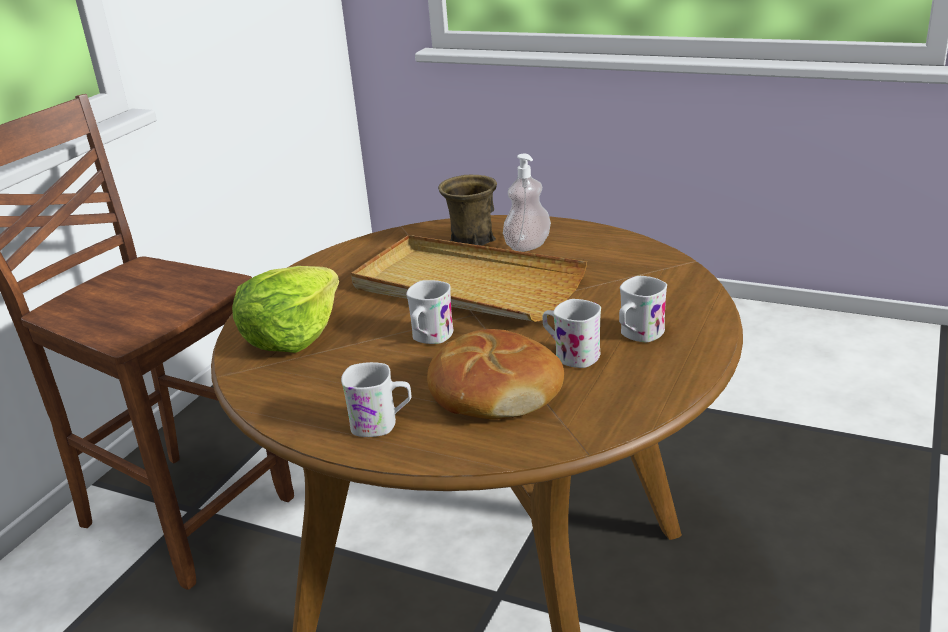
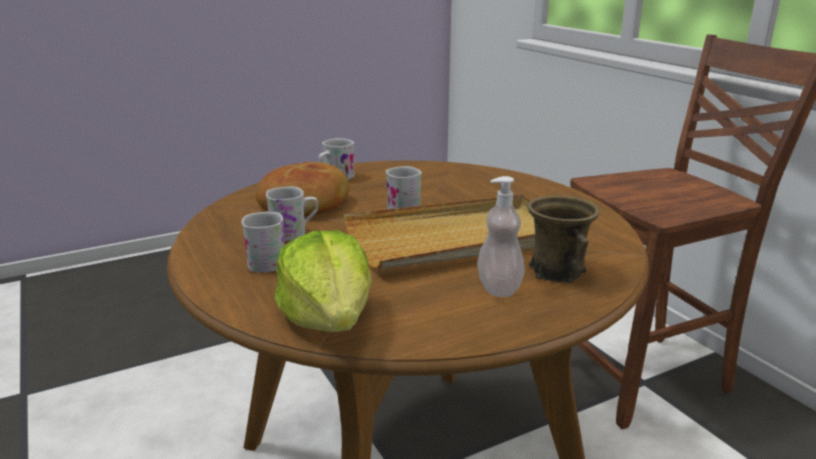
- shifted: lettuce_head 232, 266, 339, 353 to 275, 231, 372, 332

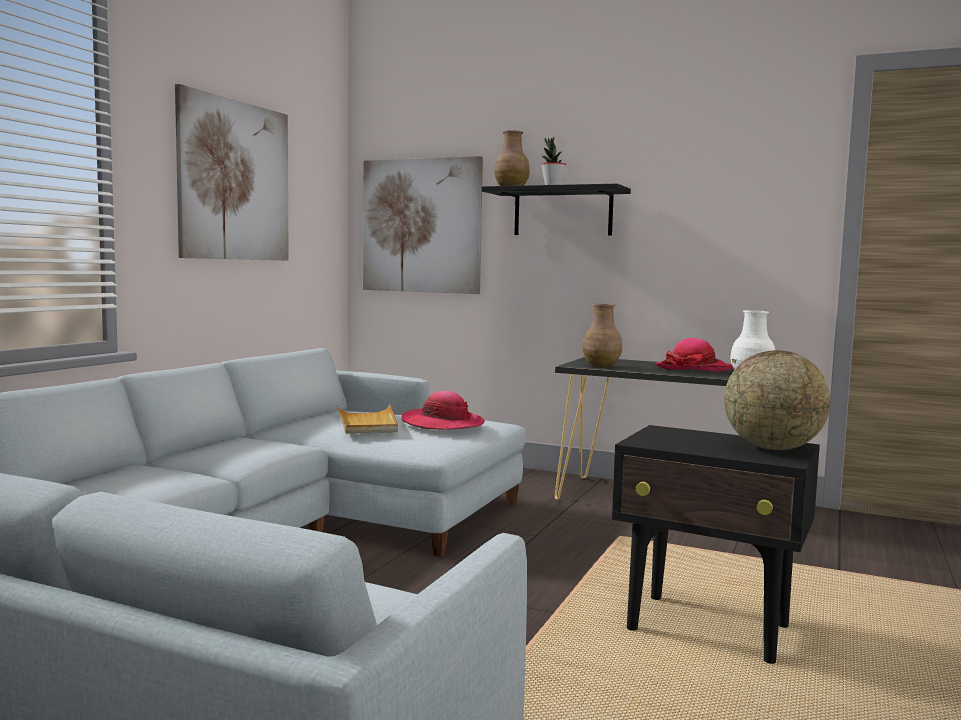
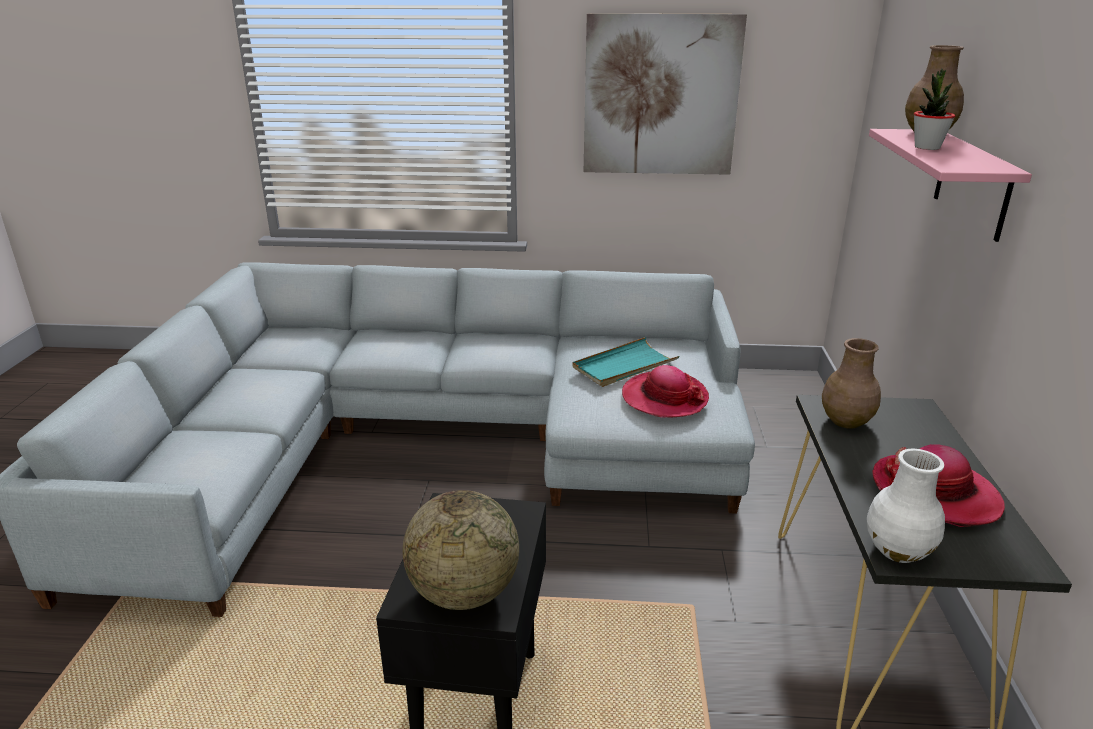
- gone: picture 363, 156, 483, 294
- repainted: black_bracket_shelf 482, 184, 631, 236 to pink-coloured_bracket_shelf 869, 129, 1032, 242
- repainted: beige_serving_tray 336, 404, 398, 434 to blue-green_serving_tray 572, 337, 680, 387

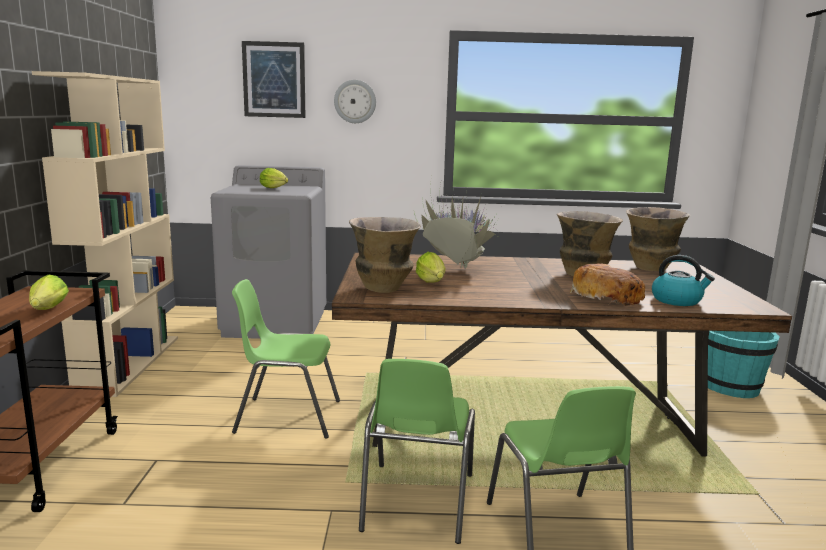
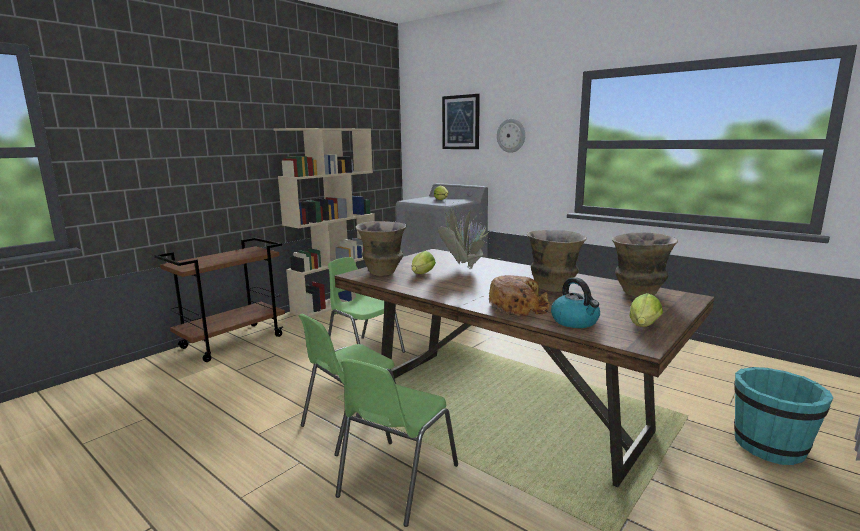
- shifted: lettuce_head 29, 275, 69, 310 to 629, 293, 663, 327

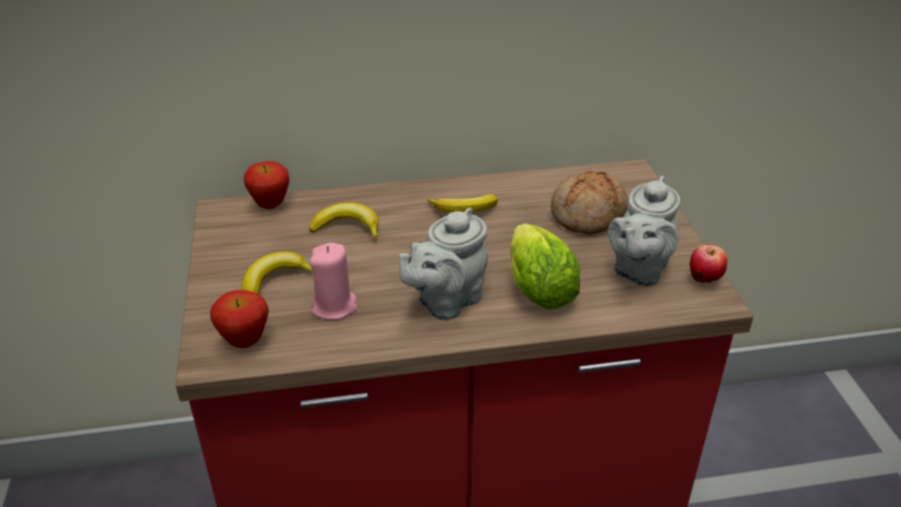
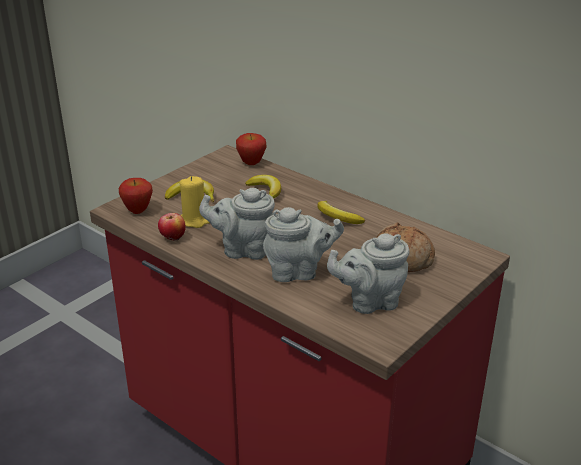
- swapped: lettuce_head 510, 224, 580, 309 to gray_teapot 263, 207, 344, 282
- repainted: pink-coloured_wax_candle 310, 243, 357, 320 to yellowish_wax_candle 179, 176, 210, 228
- shifted: apple 690, 244, 727, 283 to 158, 213, 186, 241

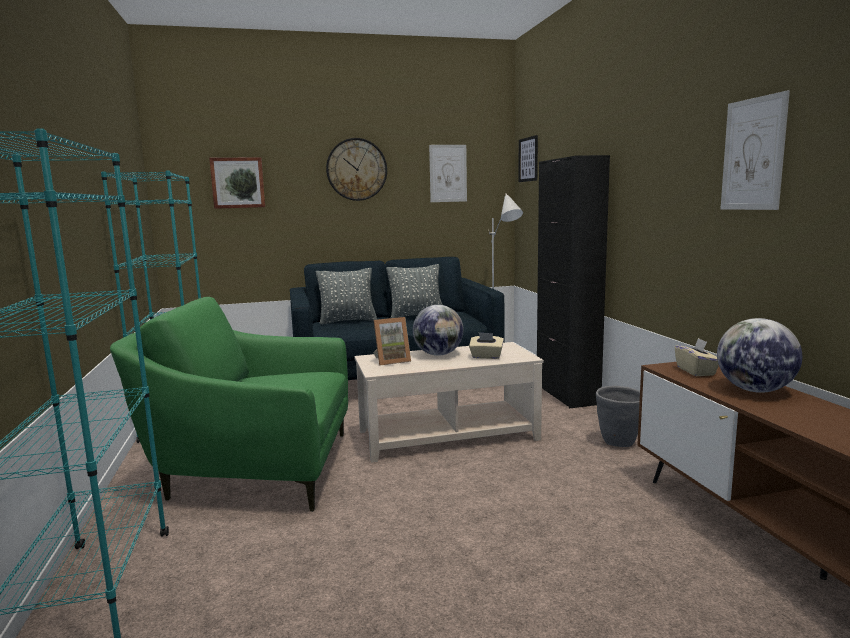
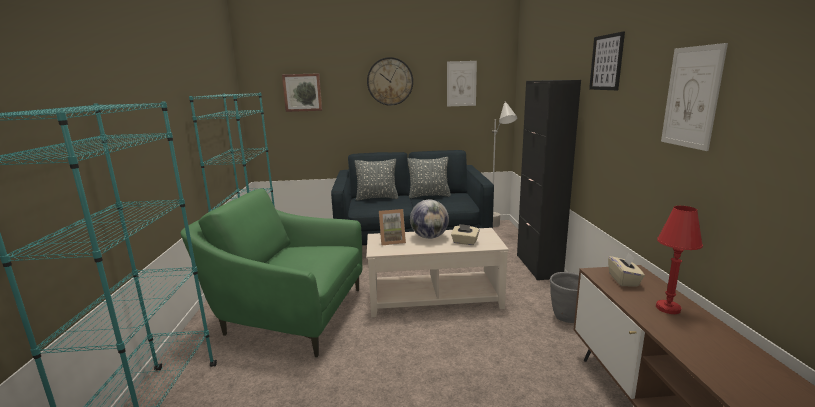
- shifted: picture 518, 135, 538, 182 to 589, 31, 625, 90
- swapped: globe 717, 318, 802, 393 to red_lamp_for_a_table 656, 206, 703, 314

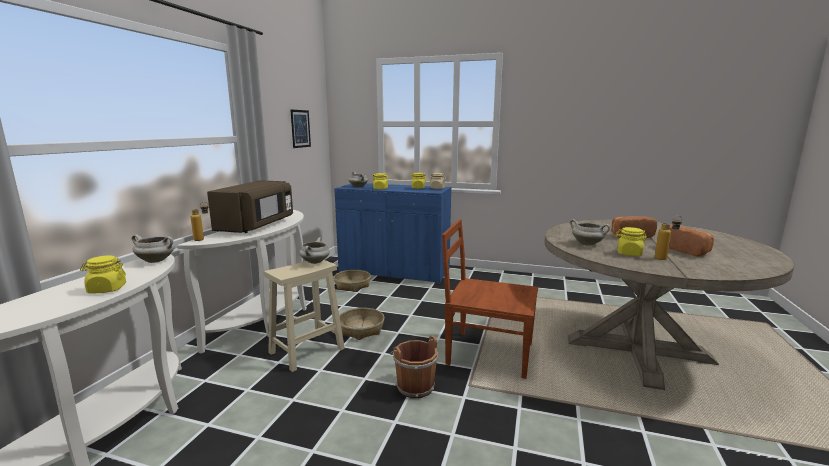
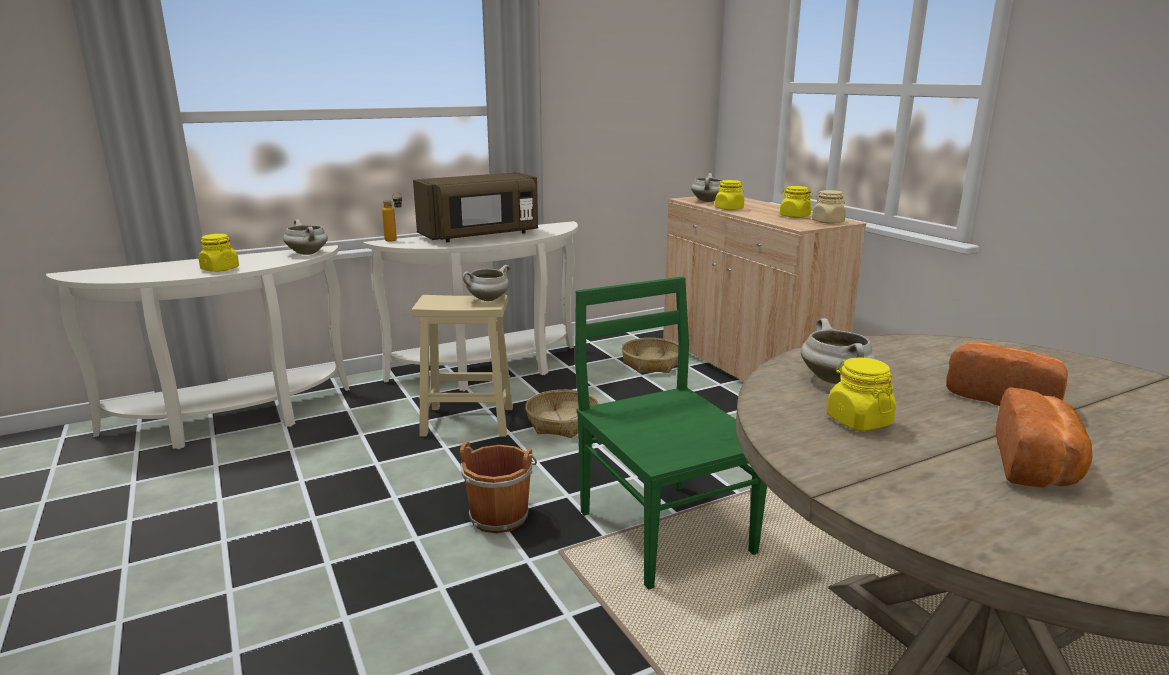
- gone: picture 290, 110, 311, 148
- repainted: blue_storage_cabinet 334, 183, 451, 284 to beige_storage_cabinet 663, 196, 866, 381
- gone: beverage_bottle 655, 216, 682, 260
- repainted: brownish_chair 442, 219, 538, 379 to green_chair 575, 277, 767, 590

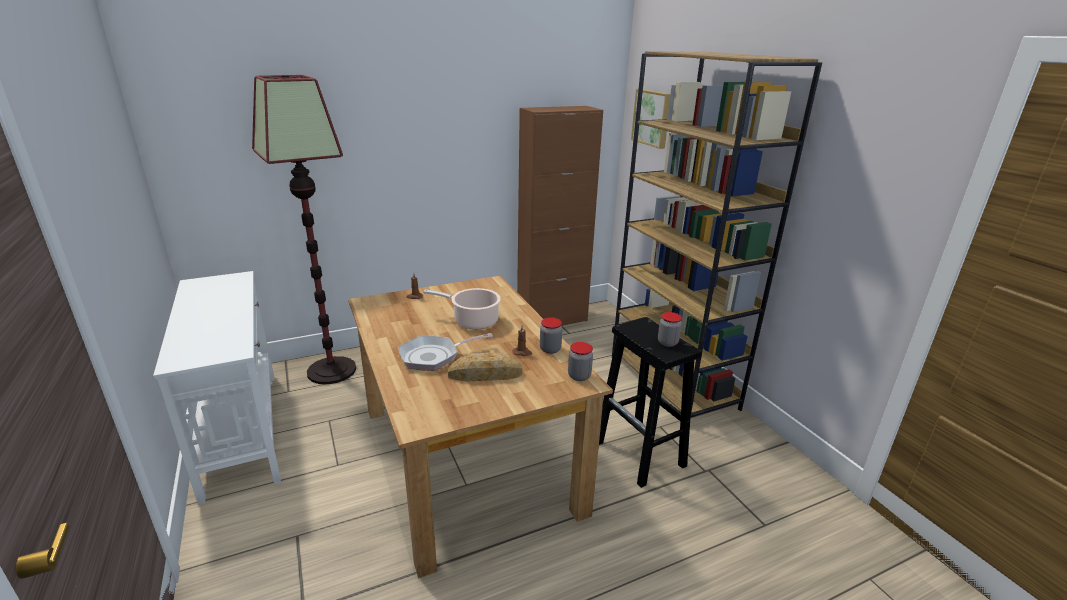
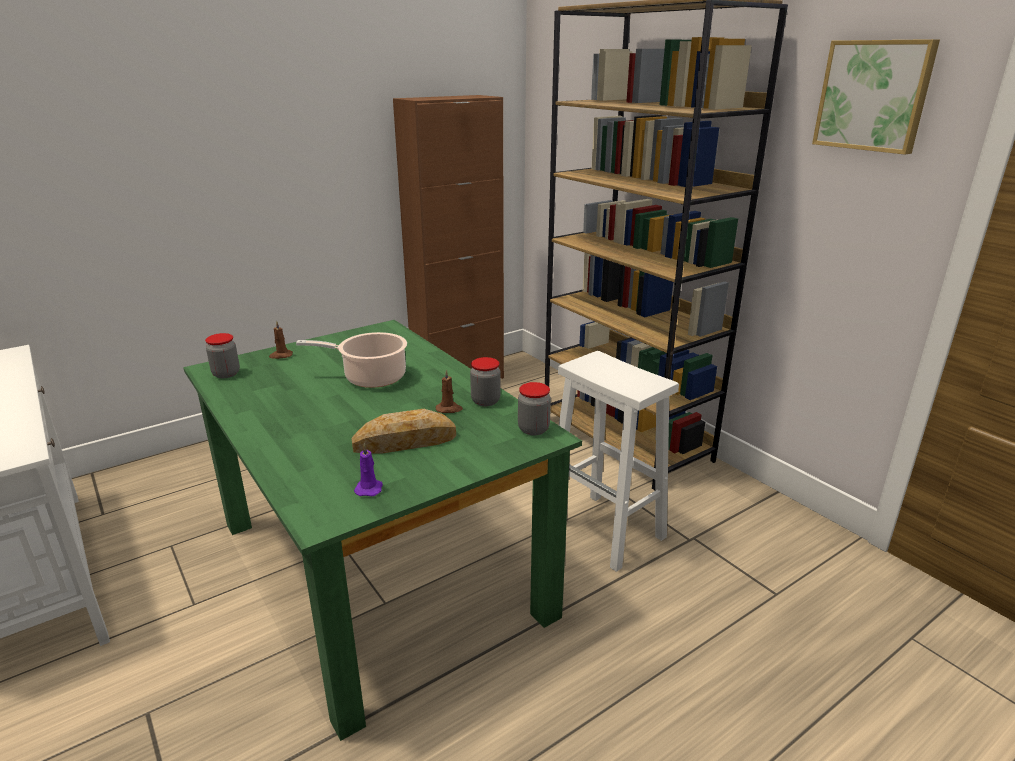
- gone: floor_lamp 252, 75, 356, 384
- shifted: picture 631, 89, 670, 149 to 812, 39, 940, 155
- repainted: brownish_kitchen_table 348, 275, 613, 578 to green_kitchen_table 183, 320, 582, 741
- shifted: jar 658, 312, 682, 347 to 205, 333, 240, 378
- repainted: black_sitting_stool 599, 317, 702, 488 to white_sitting_stool 558, 351, 679, 572
- gone: pan 398, 333, 493, 371
- new: purple_wax_candle 354, 443, 383, 496

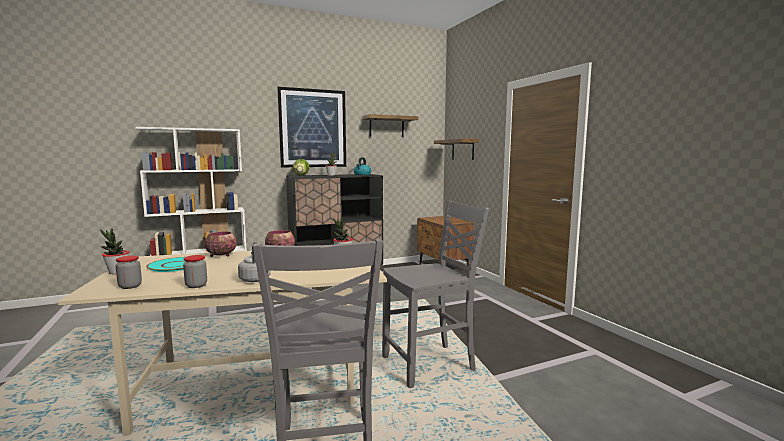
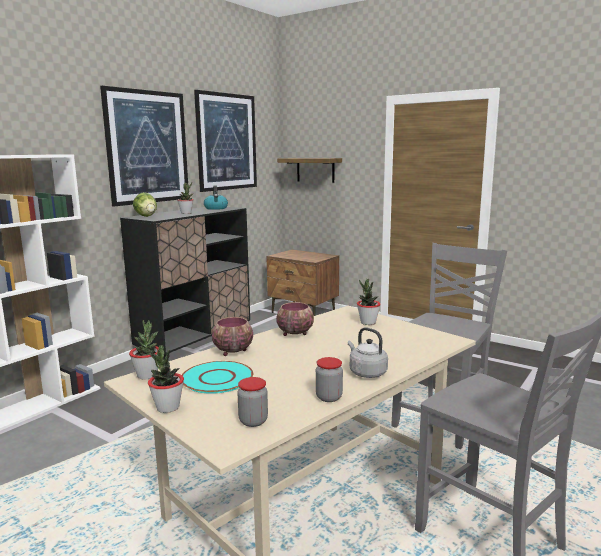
- swapped: bracket_shelf 362, 114, 418, 137 to picture 194, 90, 257, 192
- new: houseplant 129, 320, 159, 380

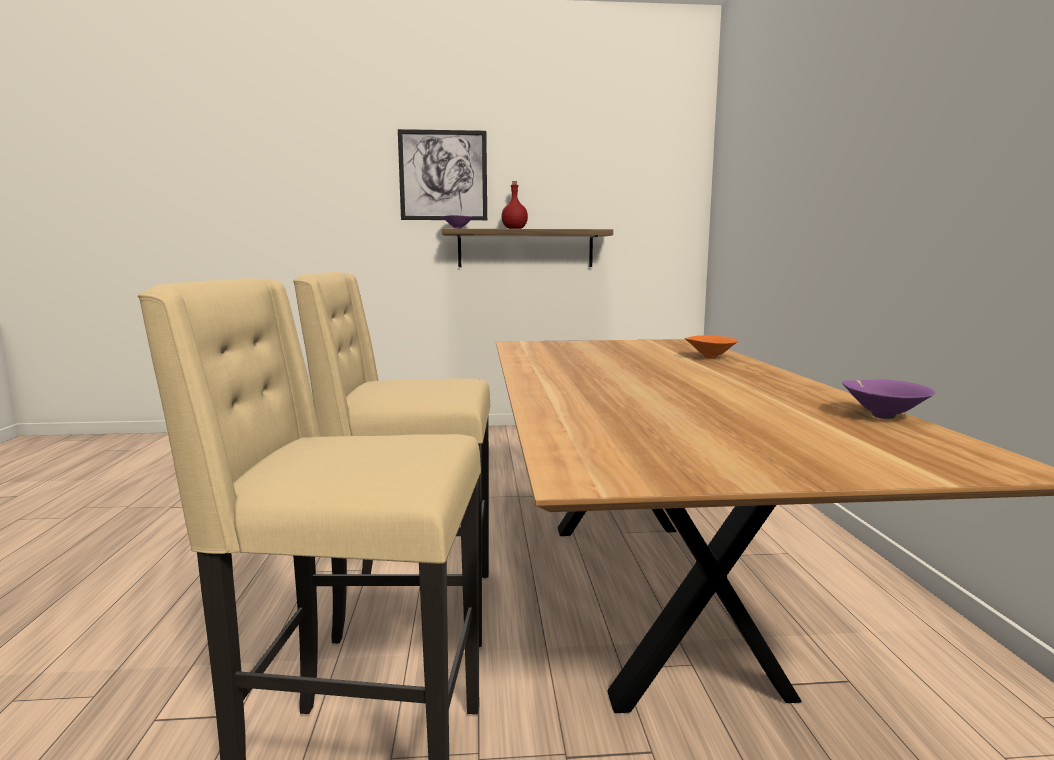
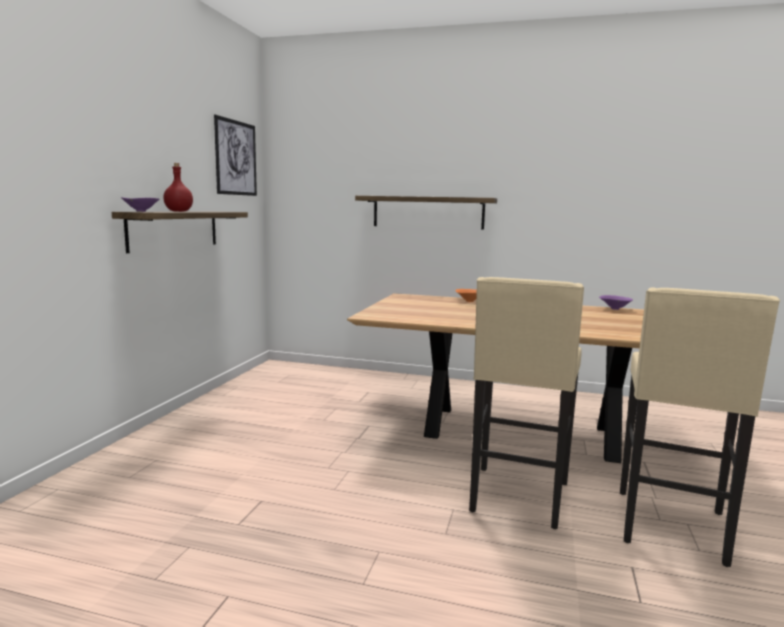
- shifted: picture 398, 129, 487, 220 to 214, 115, 257, 196
- new: bracket_shelf 355, 196, 497, 230

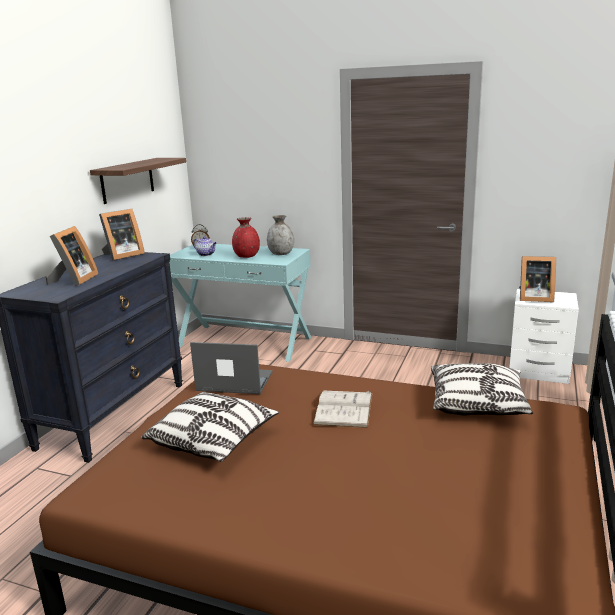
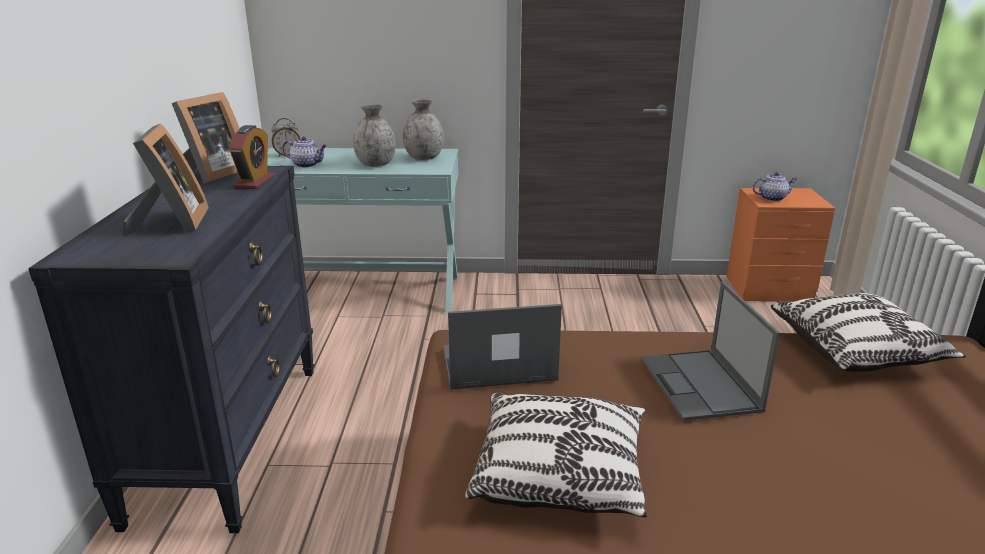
- gone: bracket_shelf 90, 158, 186, 204
- repainted: red_flower_vase 232, 217, 260, 258 to gray_flower_vase 353, 104, 396, 167
- swapped: photo_frame 519, 256, 556, 302 to teapot 752, 172, 798, 201
- repainted: white_night_table 509, 289, 579, 384 to orange-coloured_night_table 727, 188, 835, 301
- swapped: white_volume 313, 390, 372, 428 to notebook_computer 641, 282, 780, 421
- new: alarm_clock 229, 125, 275, 189

